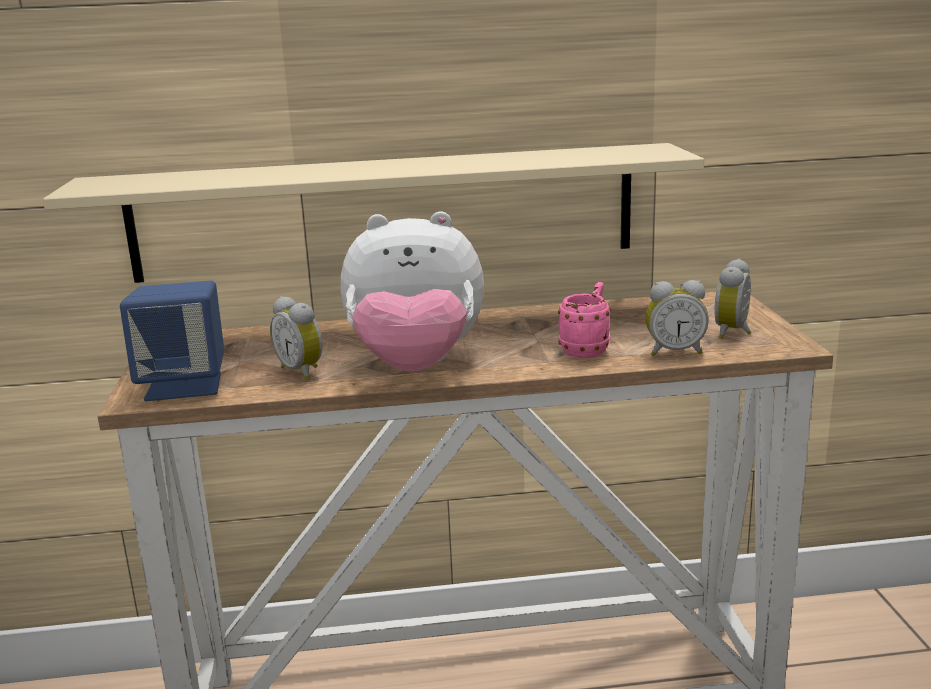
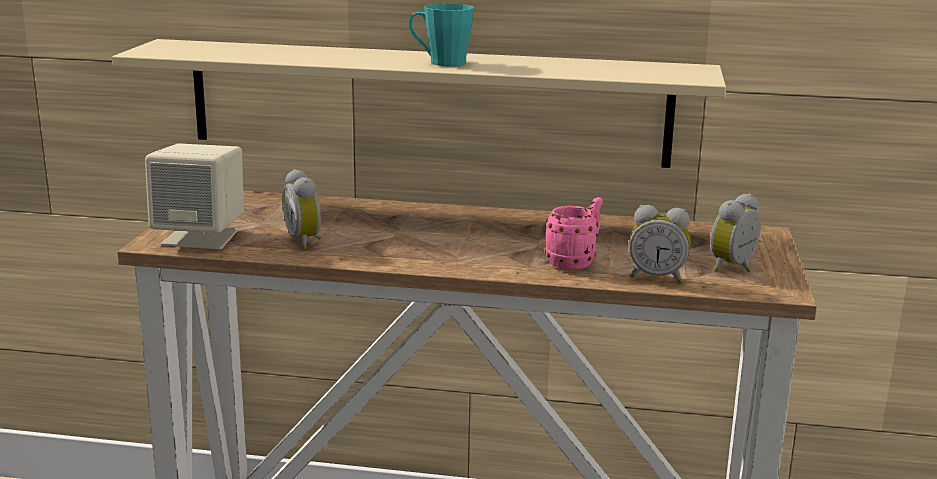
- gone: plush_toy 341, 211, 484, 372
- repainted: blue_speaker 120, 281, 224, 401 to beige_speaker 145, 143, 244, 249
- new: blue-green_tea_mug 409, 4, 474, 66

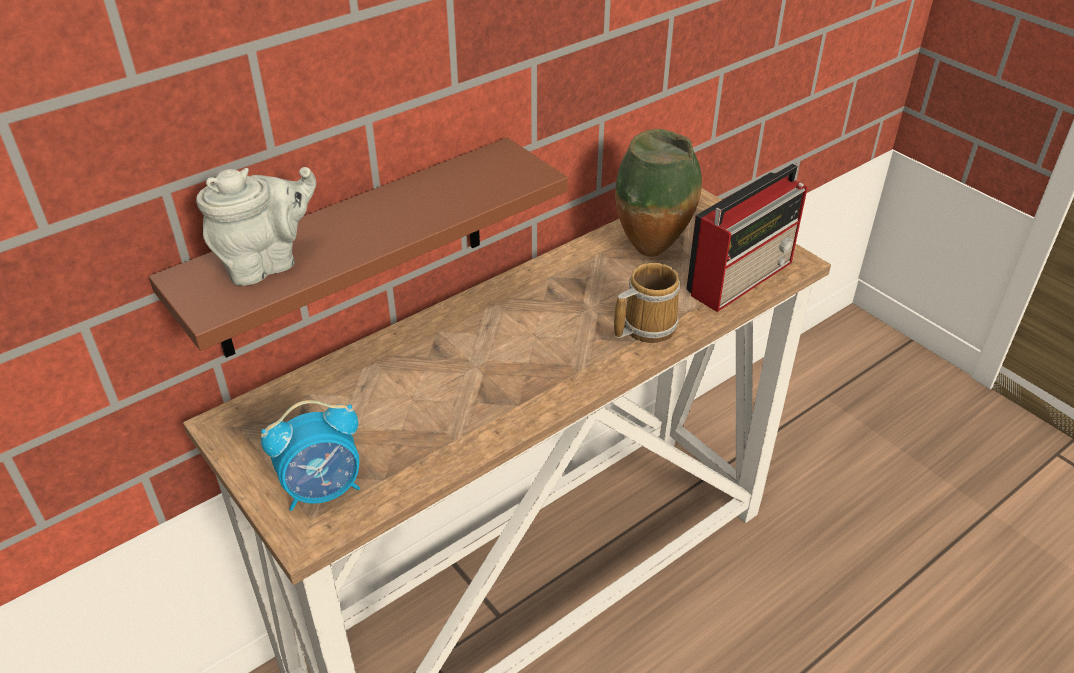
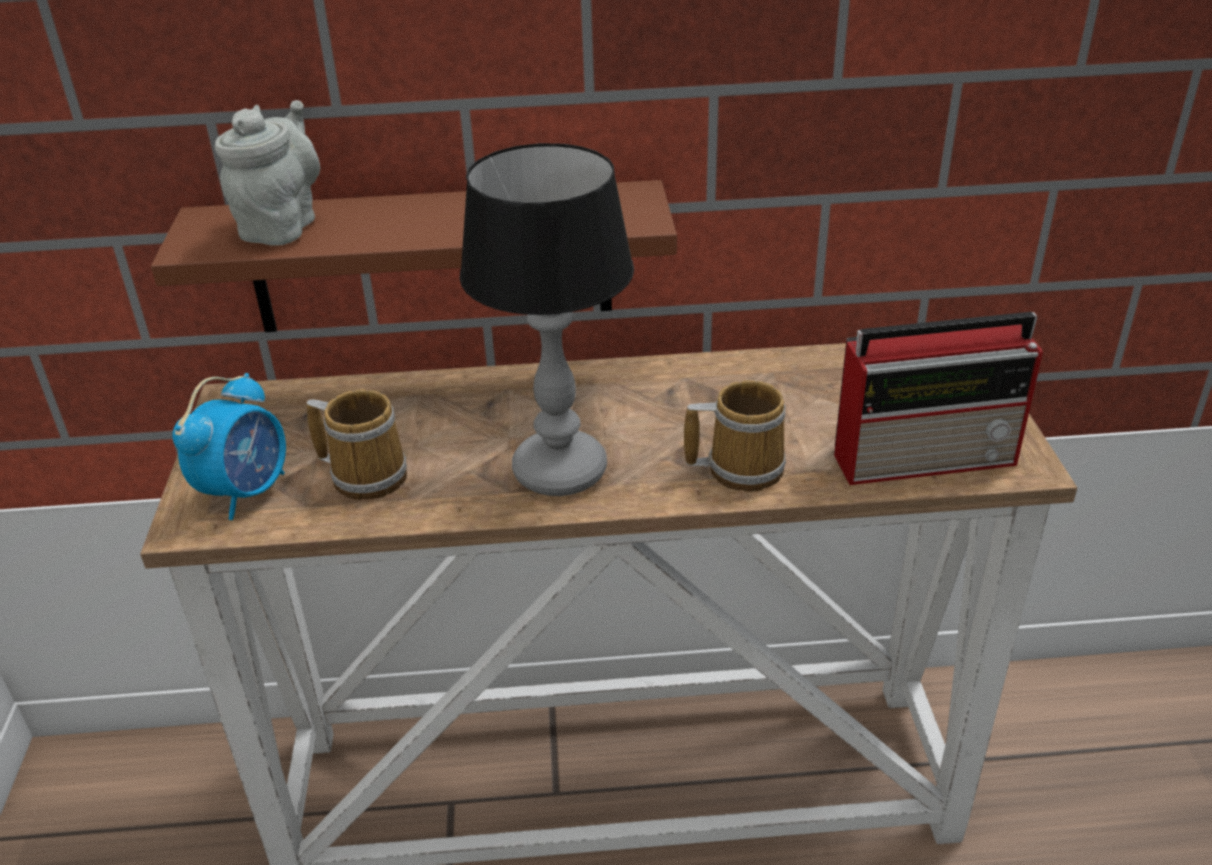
- gone: flower_vase 615, 129, 702, 257
- rotated: gray_teapot 196, 167, 316, 286 = 215, 100, 320, 246 75 degrees counterclockwise
- rotated: alarm_clock 261, 400, 360, 511 = 172, 373, 286, 520 75 degrees counterclockwise
- new: lamp_for_a_table 460, 143, 634, 496
- new: tea_mug 306, 389, 407, 500

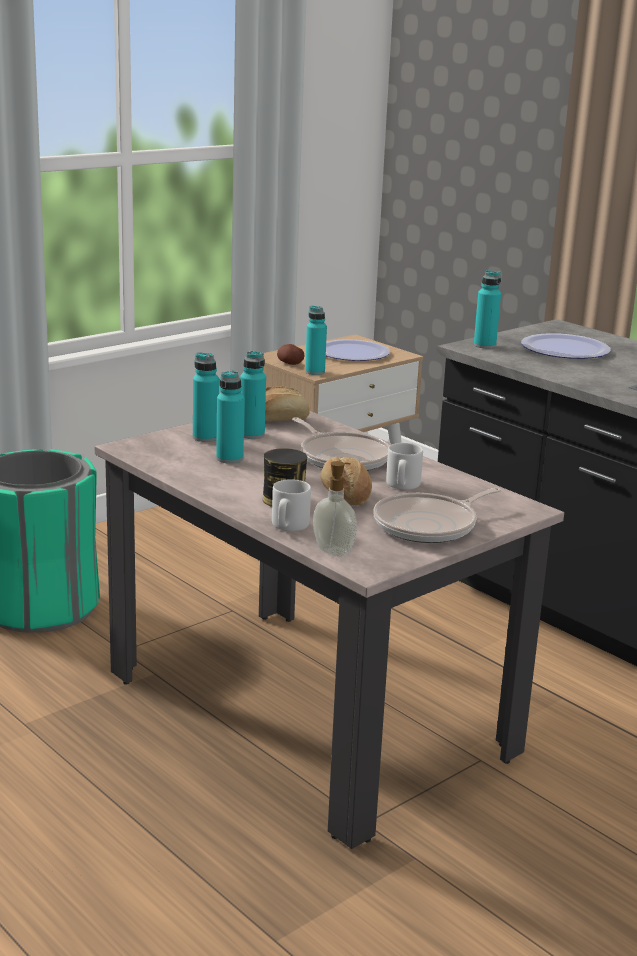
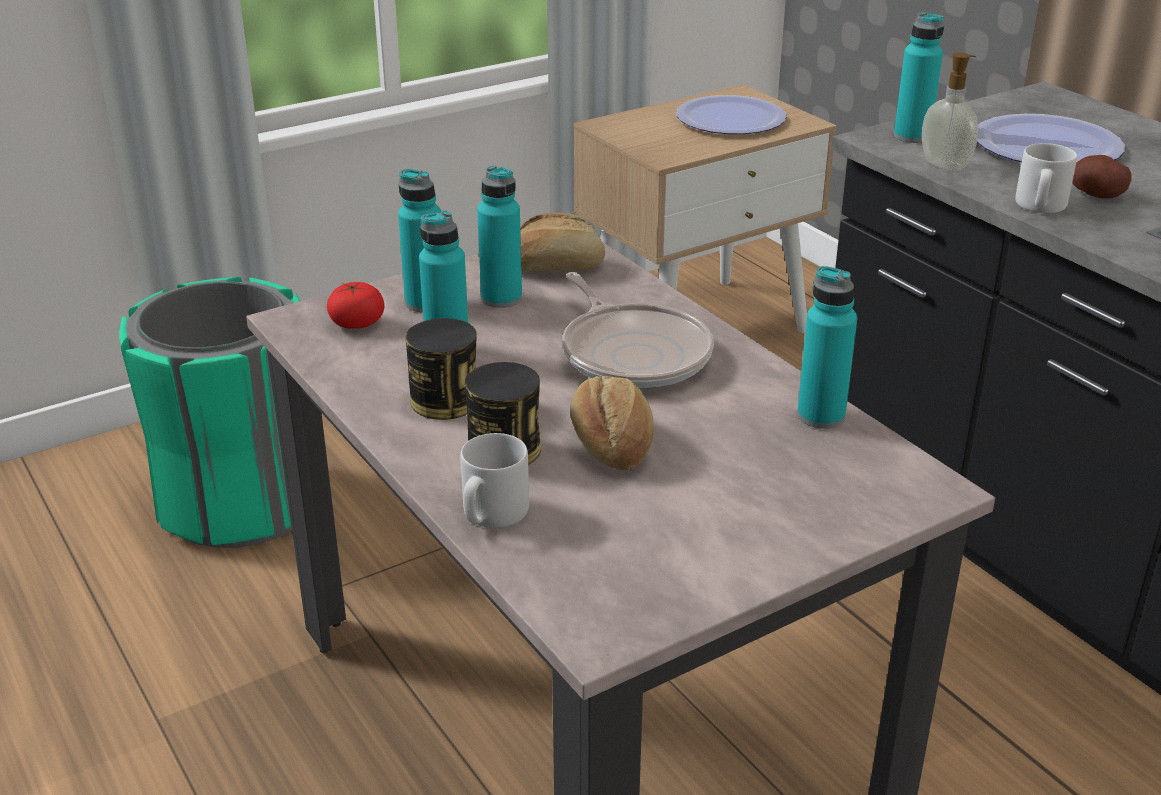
- shifted: blue-green_beverage_bottle 305, 306, 327, 375 to 797, 266, 857, 429
- shifted: whole_potato 277, 344, 304, 365 to 1072, 155, 1131, 199
- shifted: gray_tea_mug 386, 443, 423, 490 to 1015, 143, 1077, 213
- shifted: soap_dispenser 313, 461, 357, 556 to 922, 53, 978, 171
- gone: pan 373, 487, 501, 543
- new: fresh_tomato 327, 282, 385, 329
- new: can 406, 318, 477, 420

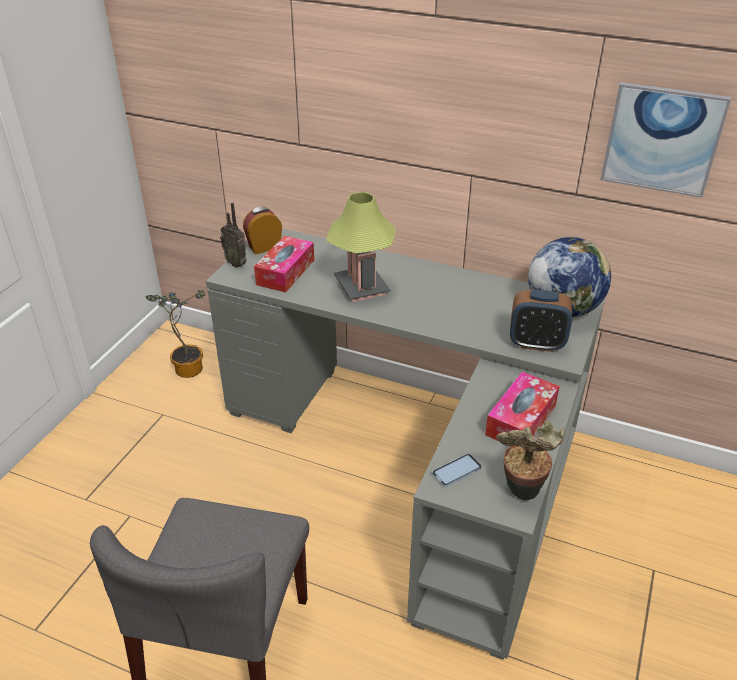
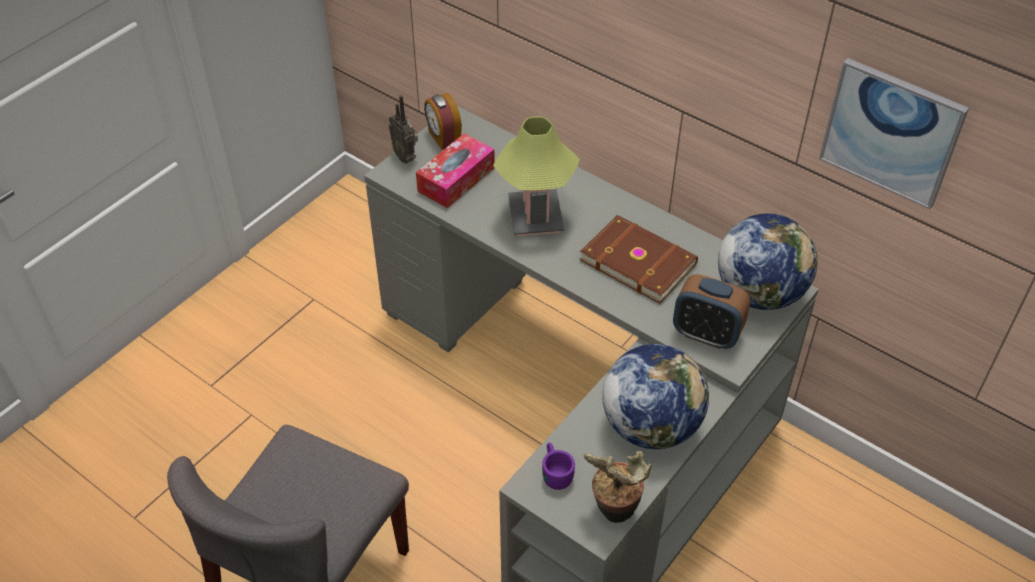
- rotated: alarm_clock 243, 207, 282, 255 = 424, 93, 462, 150 105 degrees counterclockwise
- gone: houseplant 146, 290, 205, 378
- swapped: tissue_box 485, 372, 560, 442 to globe 602, 344, 709, 449
- swapped: phone 432, 454, 482, 487 to purple_tea_mug 542, 443, 575, 490
- new: brownish_volume 579, 215, 698, 304

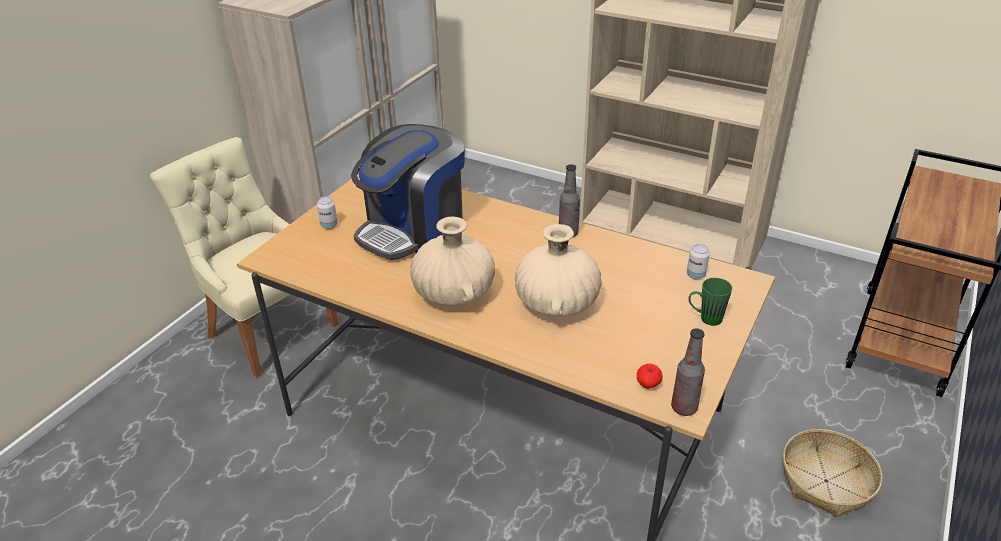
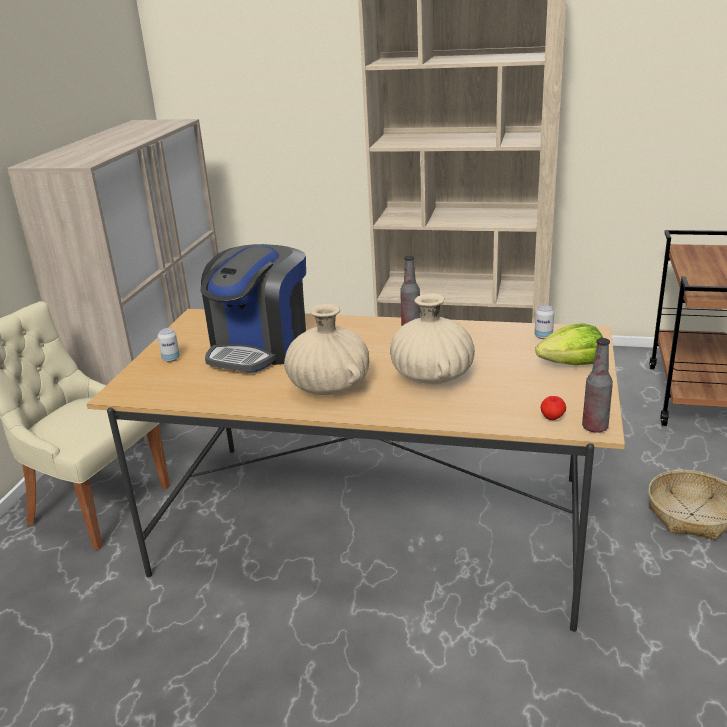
- swapped: green_tea_mug 688, 278, 732, 326 to lettuce_head 535, 323, 603, 365

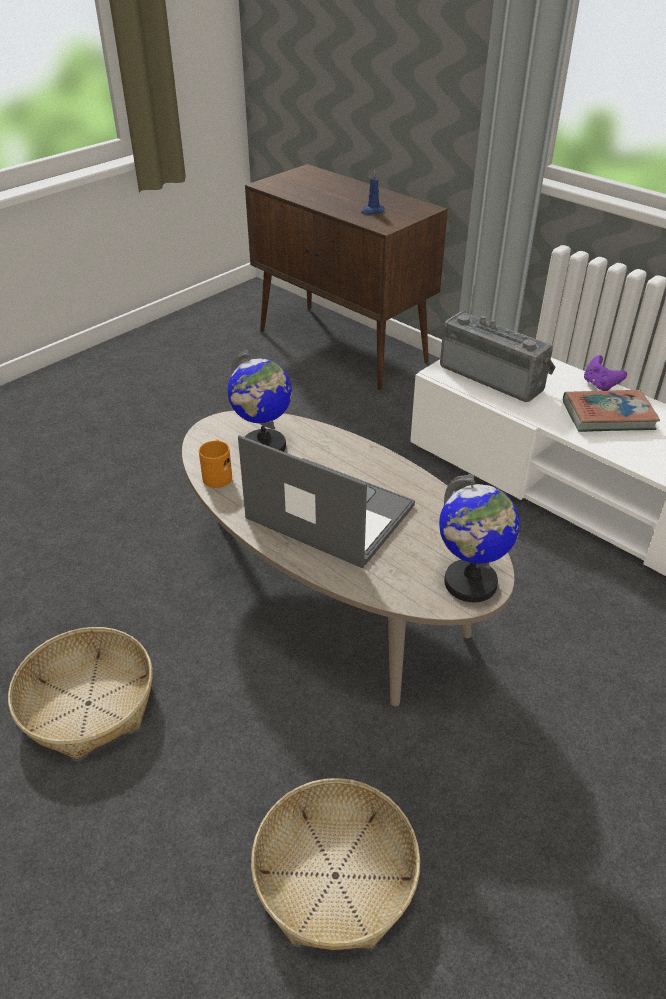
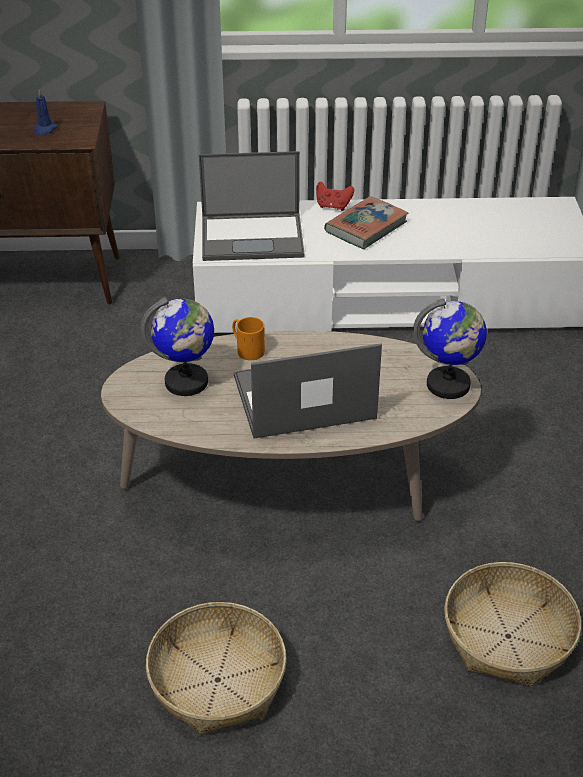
- swapped: radio_receiver 440, 311, 556, 402 to notebook_computer 199, 151, 304, 261
- repainted: purple_gamepad 584, 355, 627, 391 to red_gamepad 316, 181, 354, 211
- shifted: orange-coloured_tea_mug 199, 439, 232, 488 to 232, 317, 265, 360

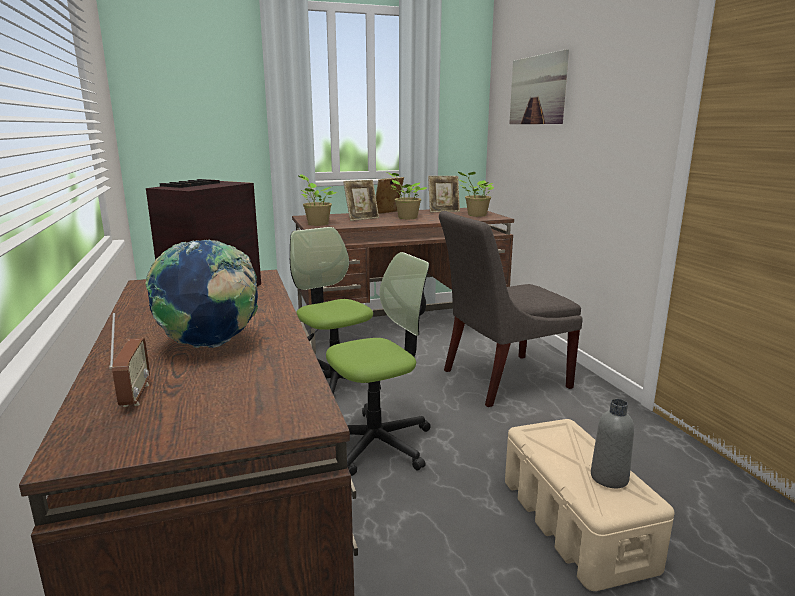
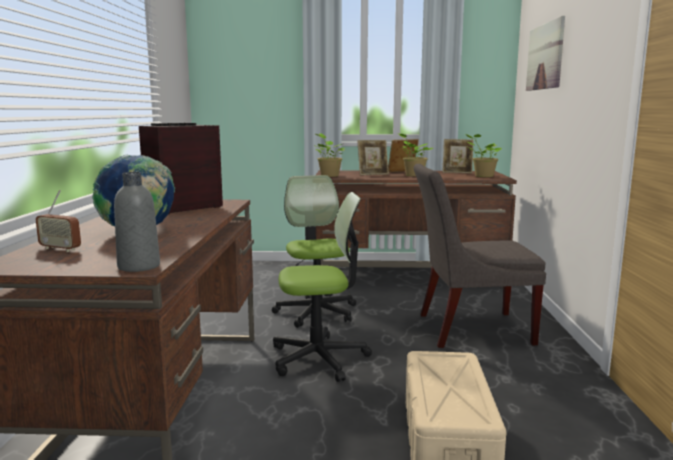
- rotated: radio_receiver 109, 313, 150, 407 = 36, 190, 81, 252 105 degrees clockwise
- shifted: gray_beverage_bottle 591, 399, 634, 488 to 114, 172, 160, 272

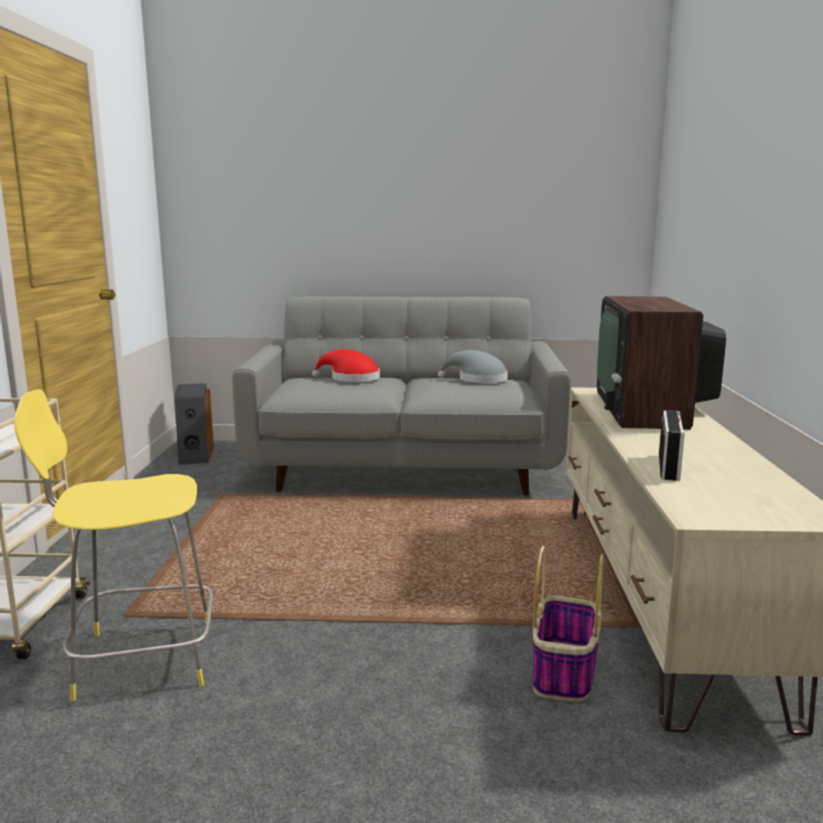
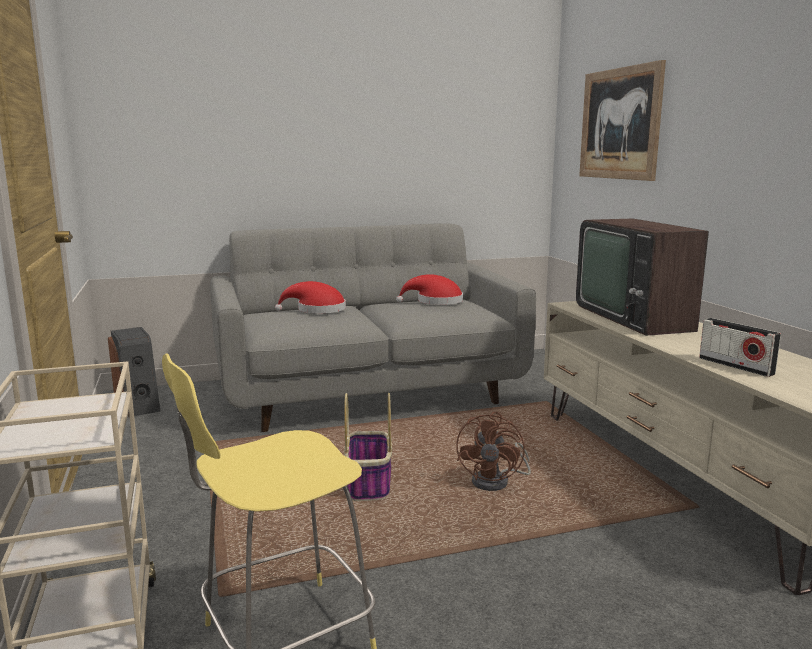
- repainted: gray_wearable_hat 438, 350, 508, 383 to red_wearable_hat 396, 274, 463, 305
- rotated: radio_receiver 659, 410, 685, 481 = 699, 318, 781, 377 150 degrees clockwise
- shifted: storage_basket 533, 546, 604, 702 to 344, 393, 392, 501
- new: picture 579, 60, 666, 181
- new: brownish_electric_fan 456, 412, 531, 491

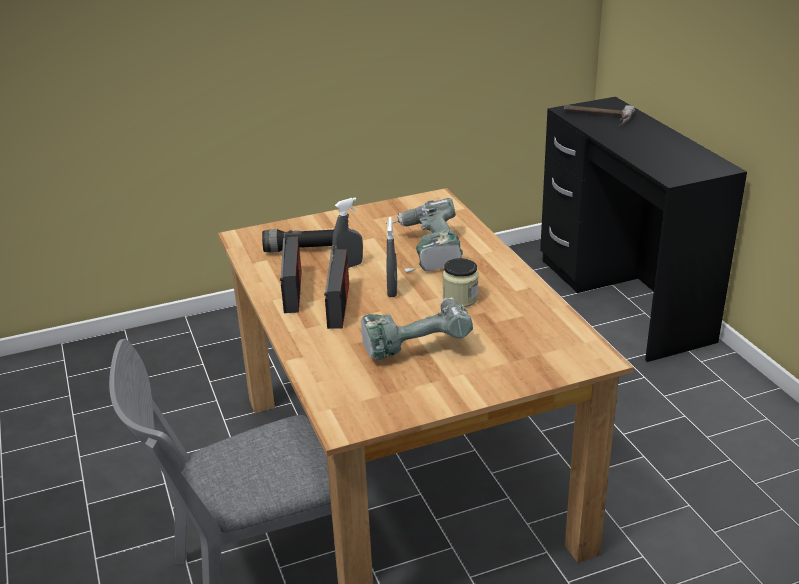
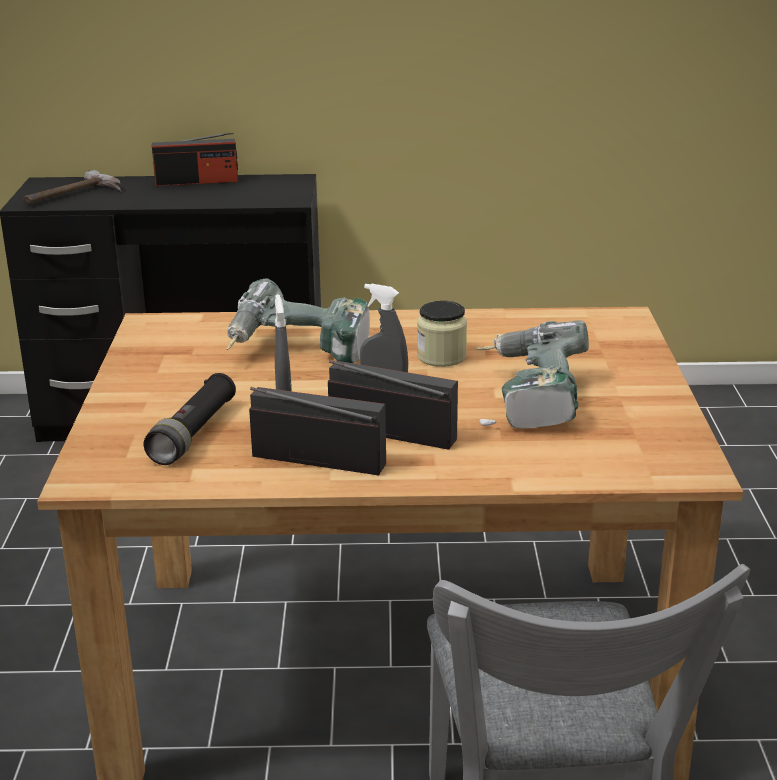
- new: radio_receiver 152, 132, 238, 186

